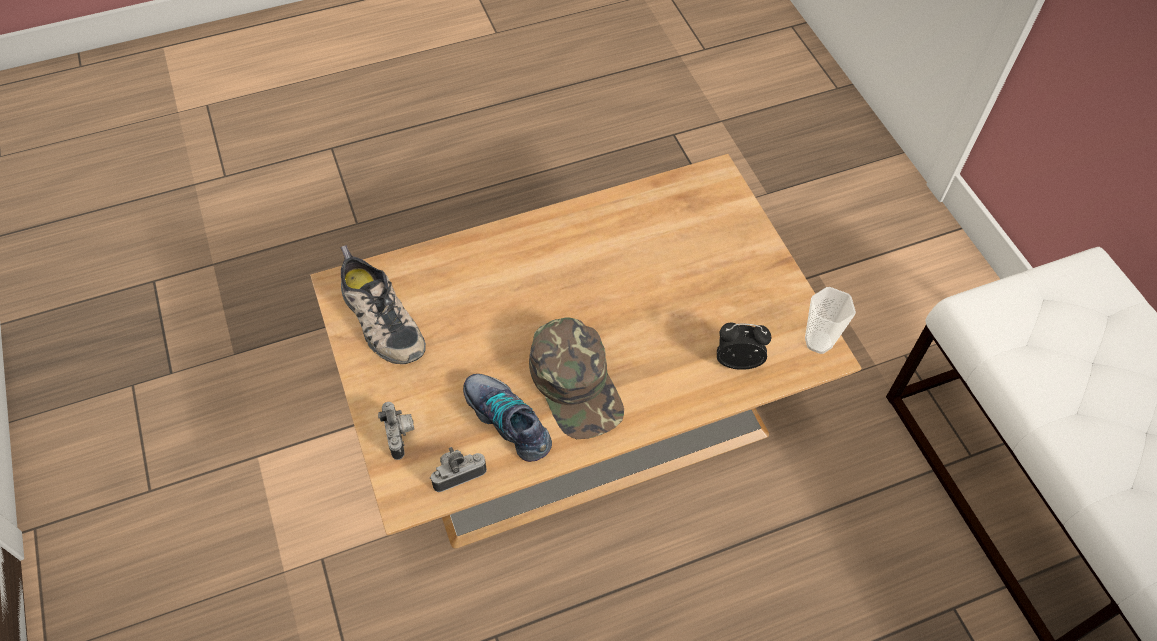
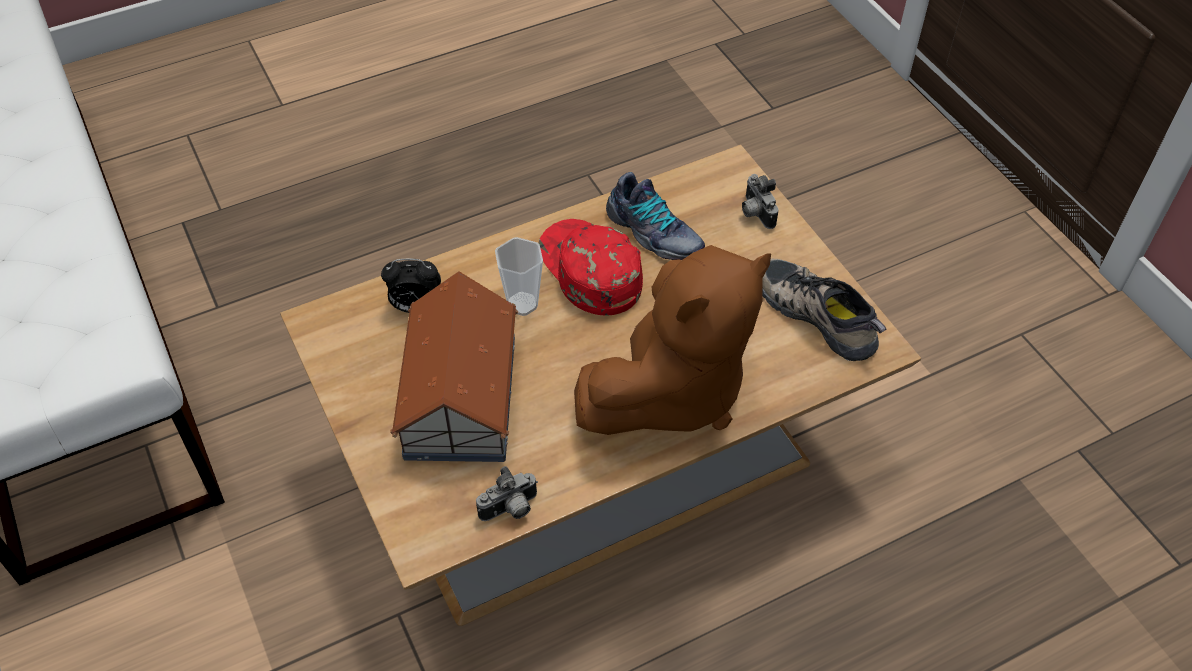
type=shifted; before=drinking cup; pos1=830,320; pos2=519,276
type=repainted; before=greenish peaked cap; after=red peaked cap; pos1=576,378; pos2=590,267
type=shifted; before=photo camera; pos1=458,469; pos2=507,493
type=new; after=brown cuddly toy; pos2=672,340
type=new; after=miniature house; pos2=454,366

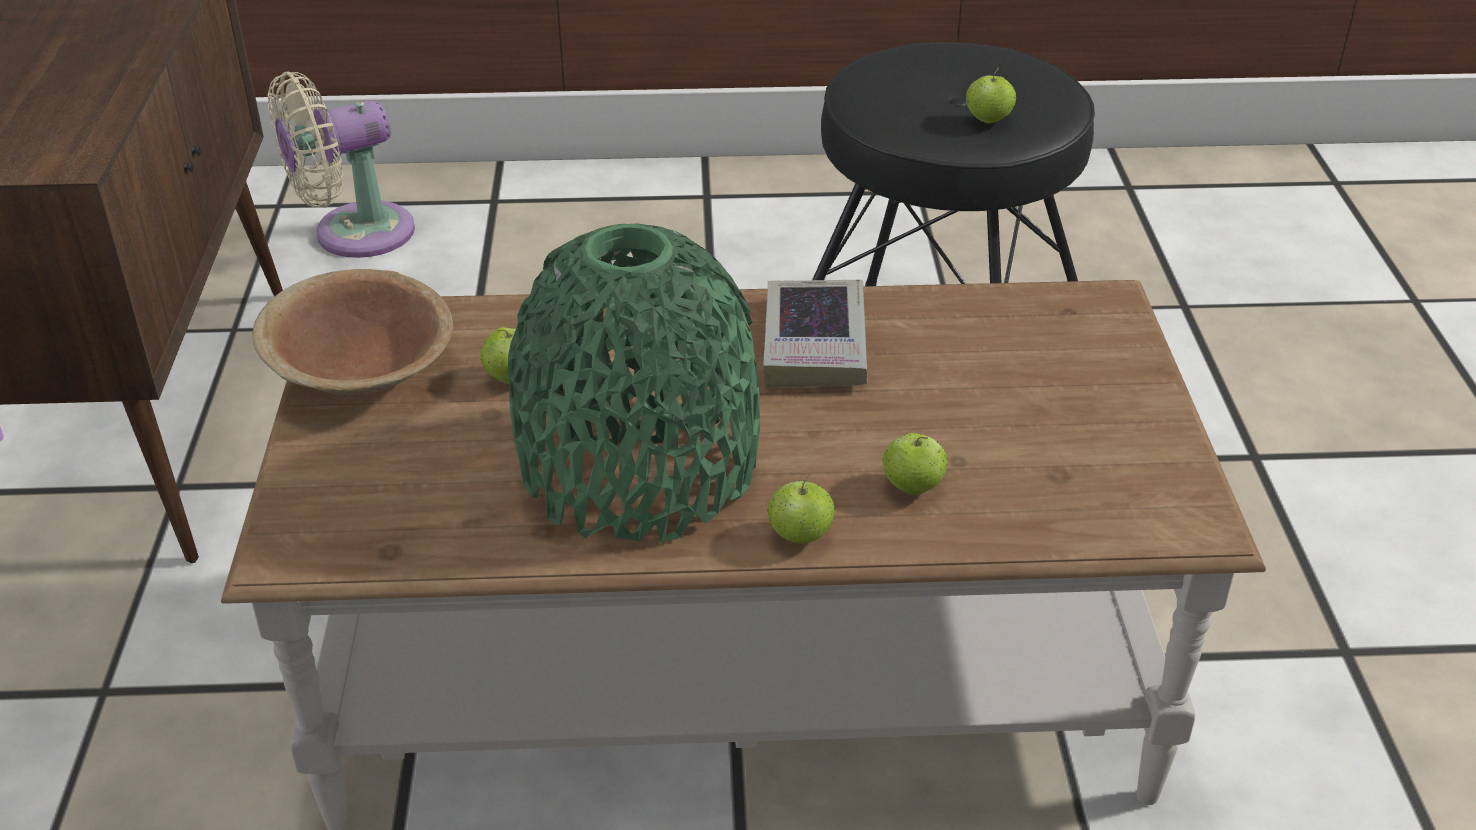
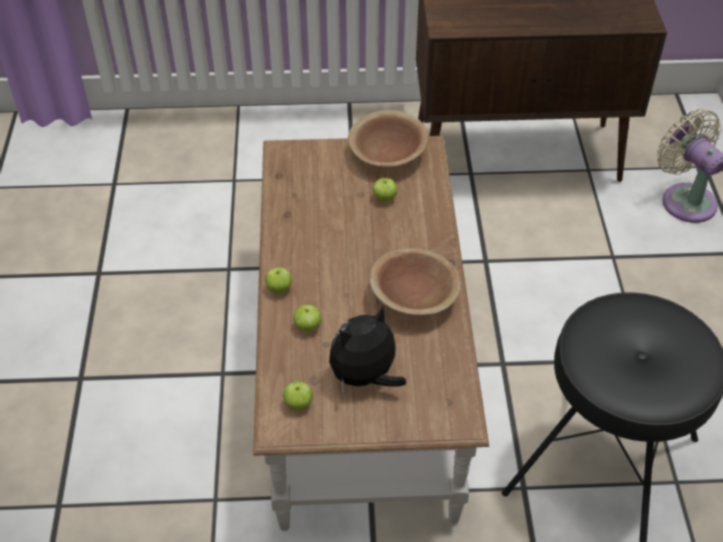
type=shifted; before=apple; pos1=990,95; pos2=298,395
type=gone; before=greenish vase; pos1=634,383
type=swapped; before=volume; after=brown bowl; pos1=815,333; pos2=415,281
type=new; after=cuddly toy; pos2=367,350

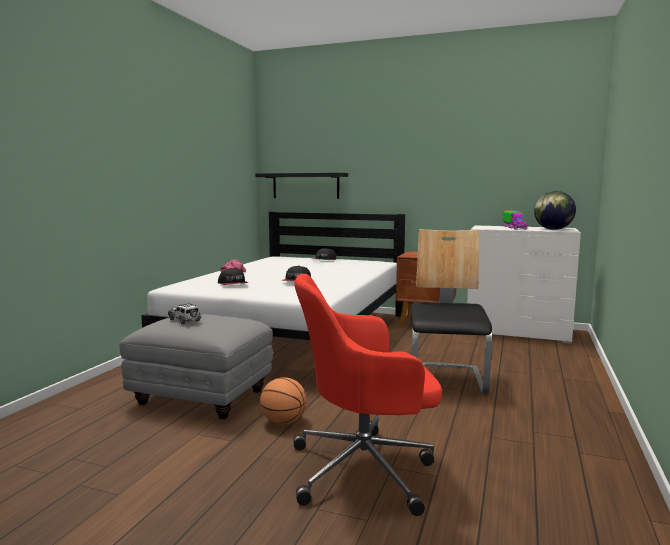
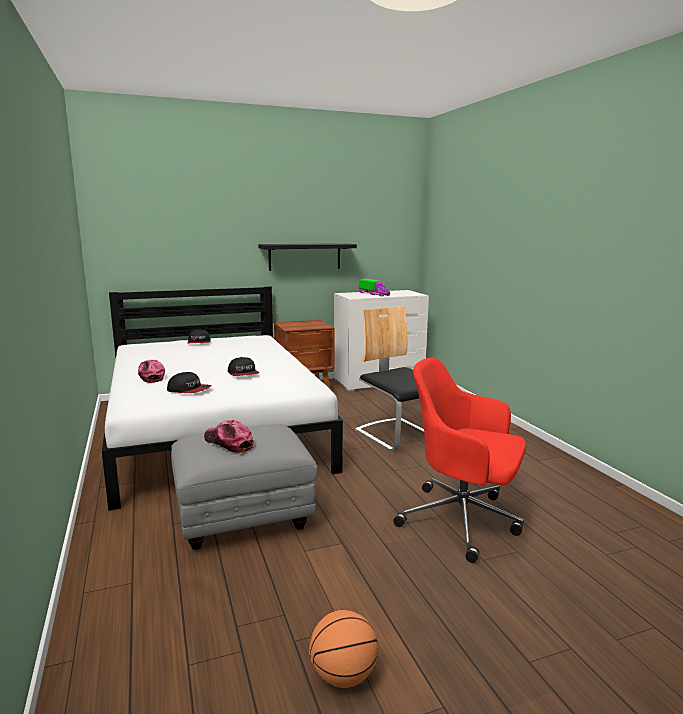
type=shifted; before=blackish wall shelf; pos1=301,186; pos2=307,257
type=gone; before=world globe; pos1=555,210
type=rotated; before=red desk chair; pos1=367,395; pos2=460,460; turn=75
type=swapped; before=toy car; after=peaked cap; pos1=184,313; pos2=228,436
type=shifted; before=basketball ball; pos1=283,400; pos2=343,649

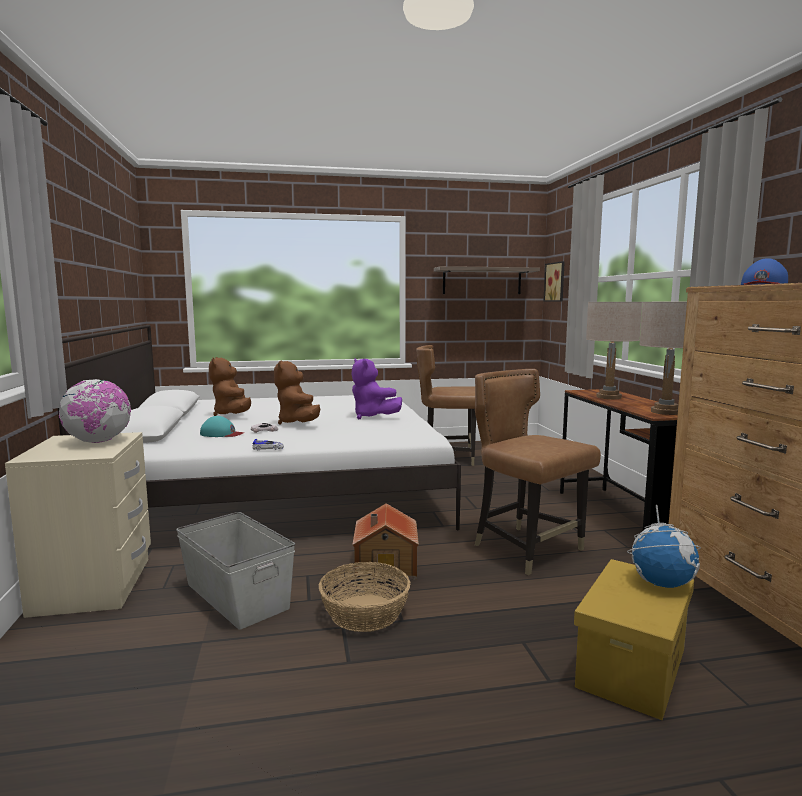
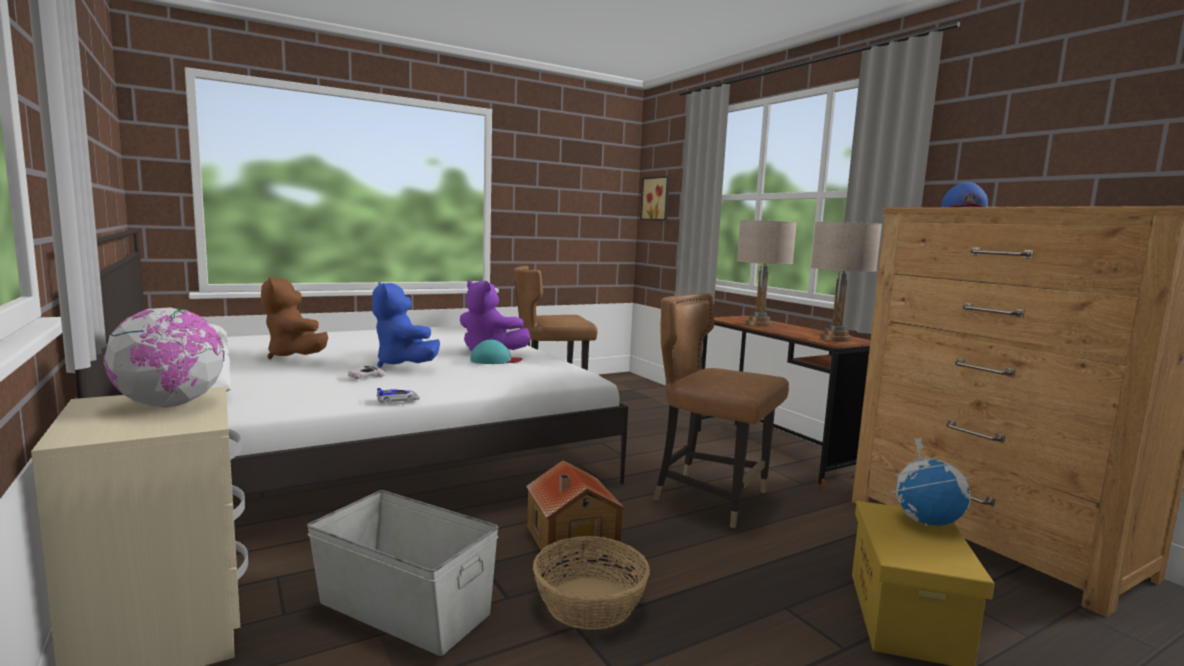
type=gone; before=wall shelf; pos1=487,280
type=repainted; before=brown cuddly toy; after=blue cuddly toy; pos1=297,393; pos2=406,325
type=shifted; before=turquoise peaked cap; pos1=222,426; pos2=496,352

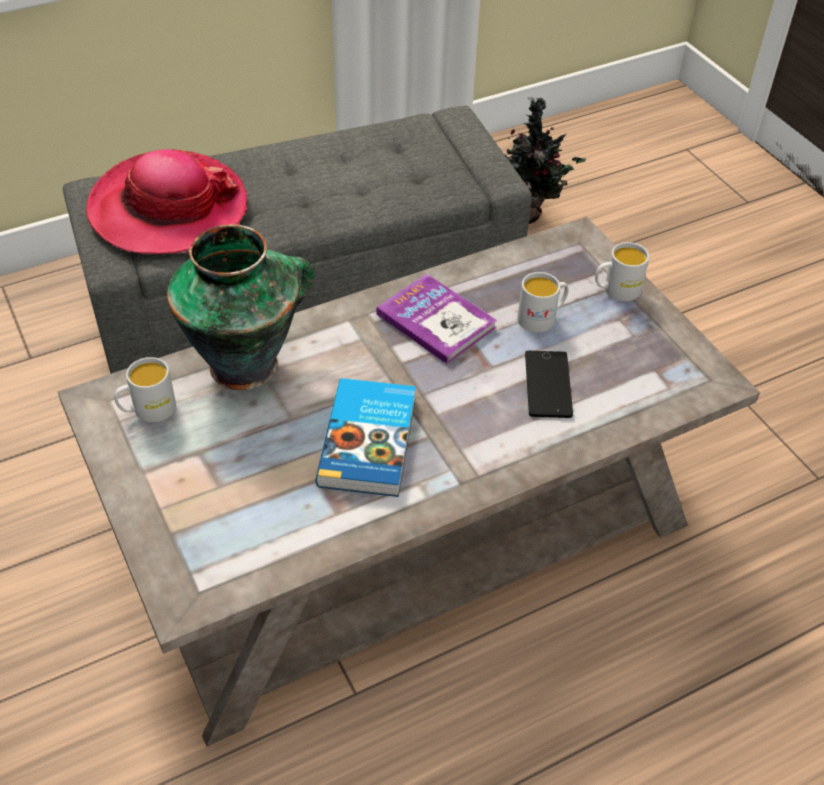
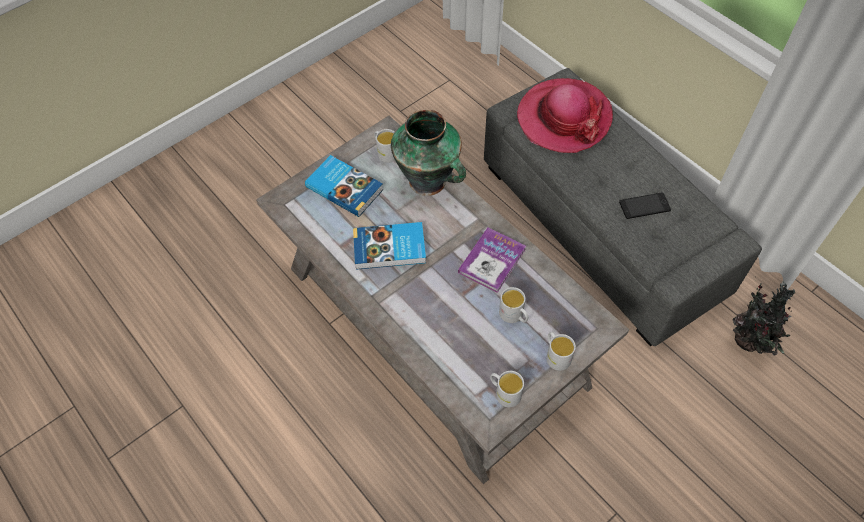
type=shifted; before=telephone; pos1=549,384; pos2=645,205
type=new; after=volume; pos2=344,186
type=new; after=white-coloured coffee mug; pos2=507,389

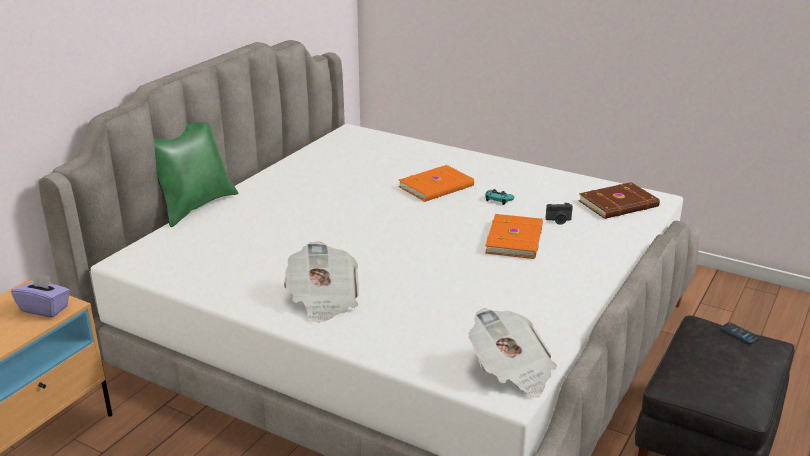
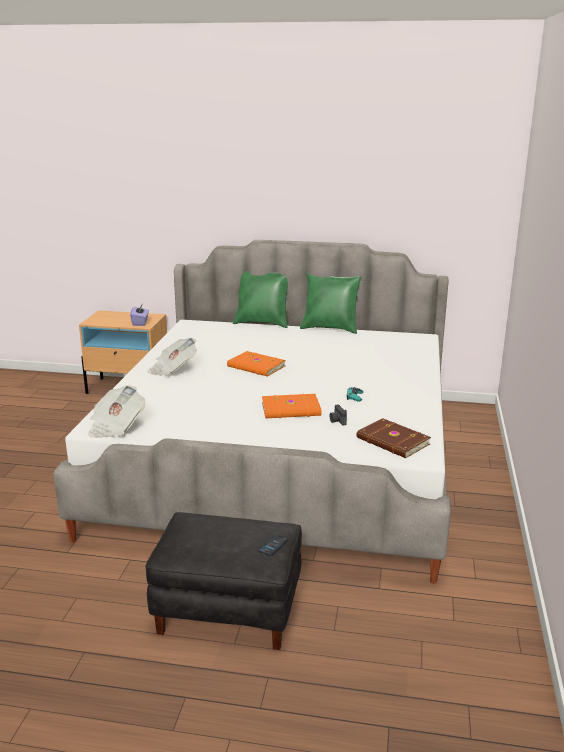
type=shifted; before=orange volume; pos1=436,183; pos2=256,364
type=new; after=greenish pillow; pos2=330,303

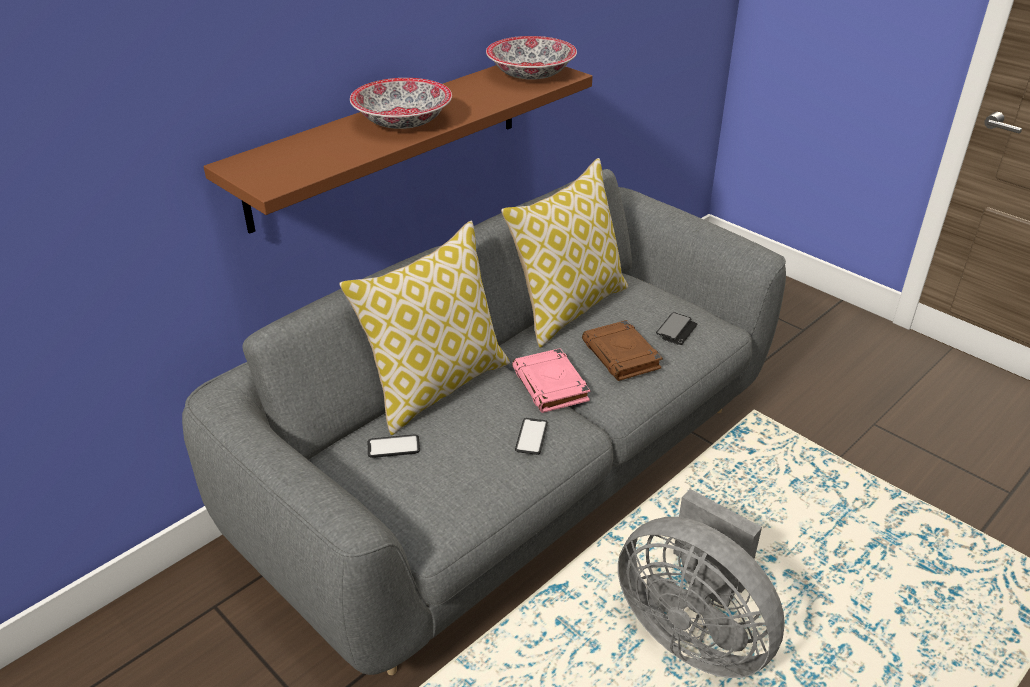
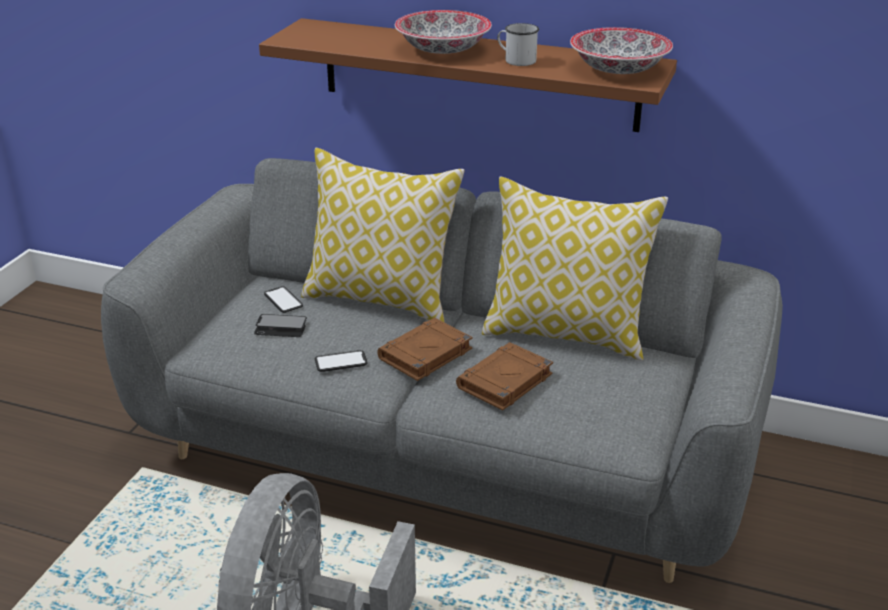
type=shifted; before=telephone; pos1=677,328; pos2=280,325
type=repainted; before=pinkish volume; after=brown volume; pos1=551,380; pos2=424,349
type=new; after=white-coloured coffee mug; pos2=518,44

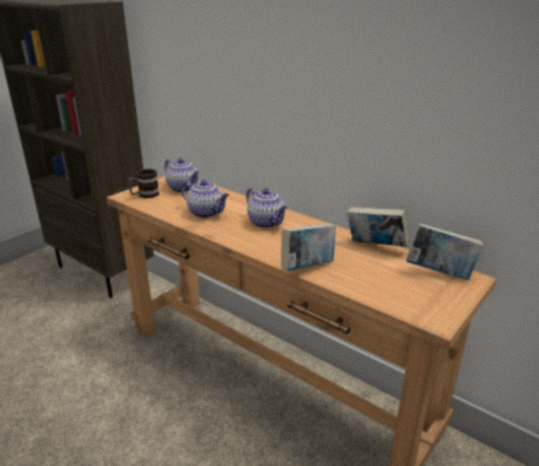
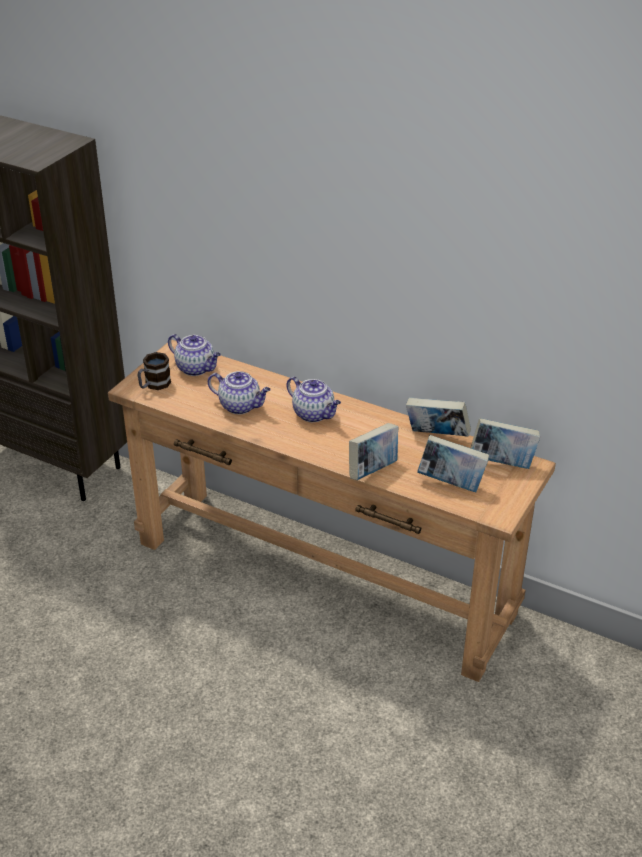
type=new; after=volume; pos2=453,463

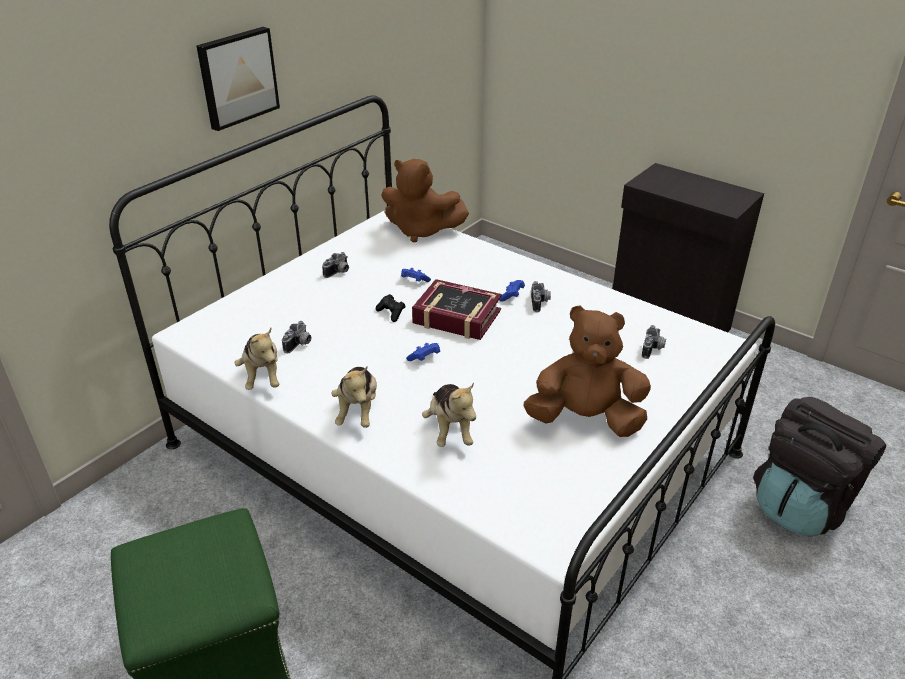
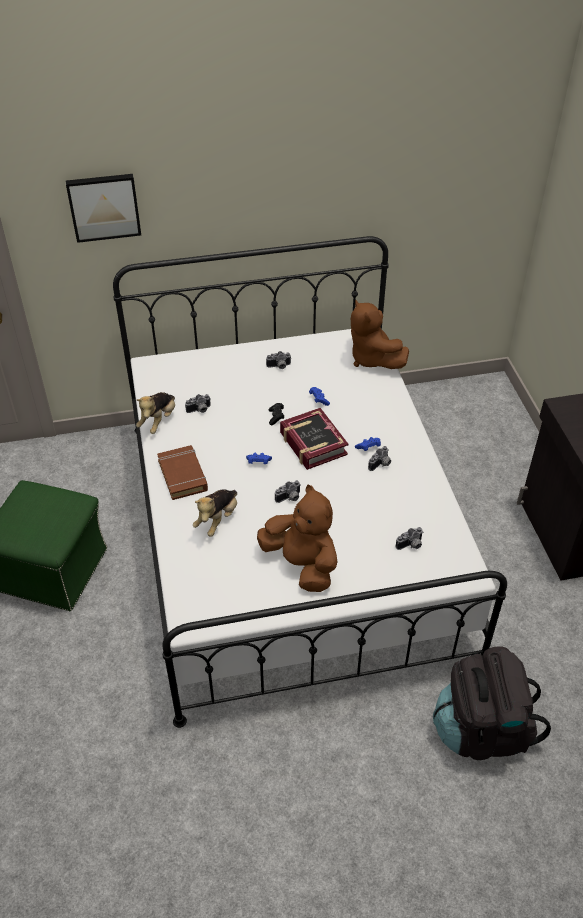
type=shifted; before=wall picture; pos1=238,79; pos2=103,208
type=swapped; before=cuddly toy; after=brown volume; pos1=354,397; pos2=182,472
type=new; after=photo camera; pos2=288,491

